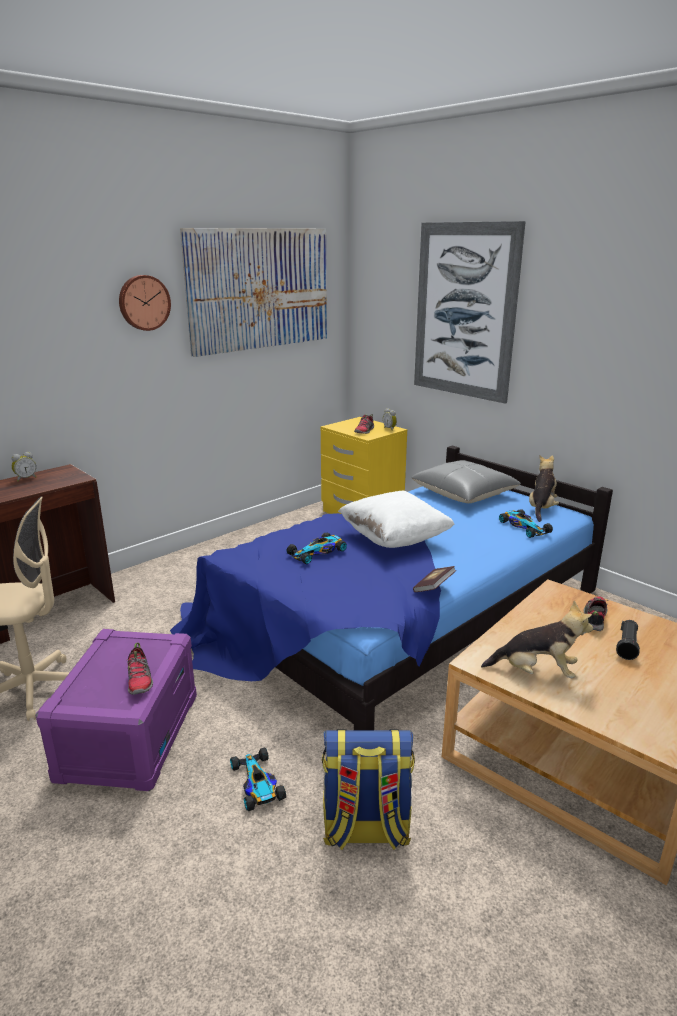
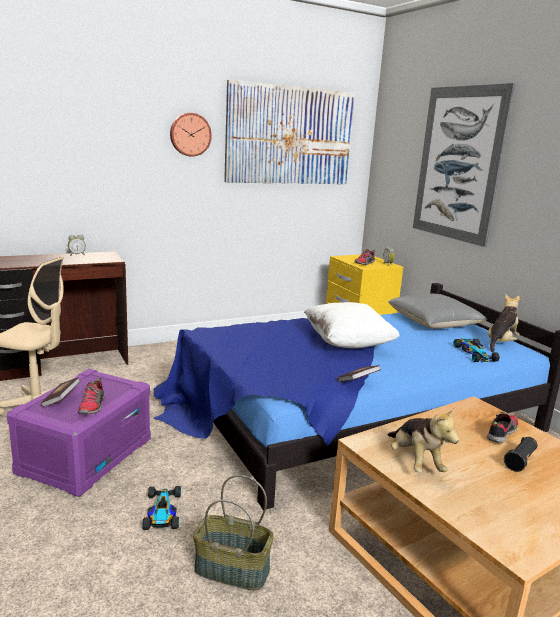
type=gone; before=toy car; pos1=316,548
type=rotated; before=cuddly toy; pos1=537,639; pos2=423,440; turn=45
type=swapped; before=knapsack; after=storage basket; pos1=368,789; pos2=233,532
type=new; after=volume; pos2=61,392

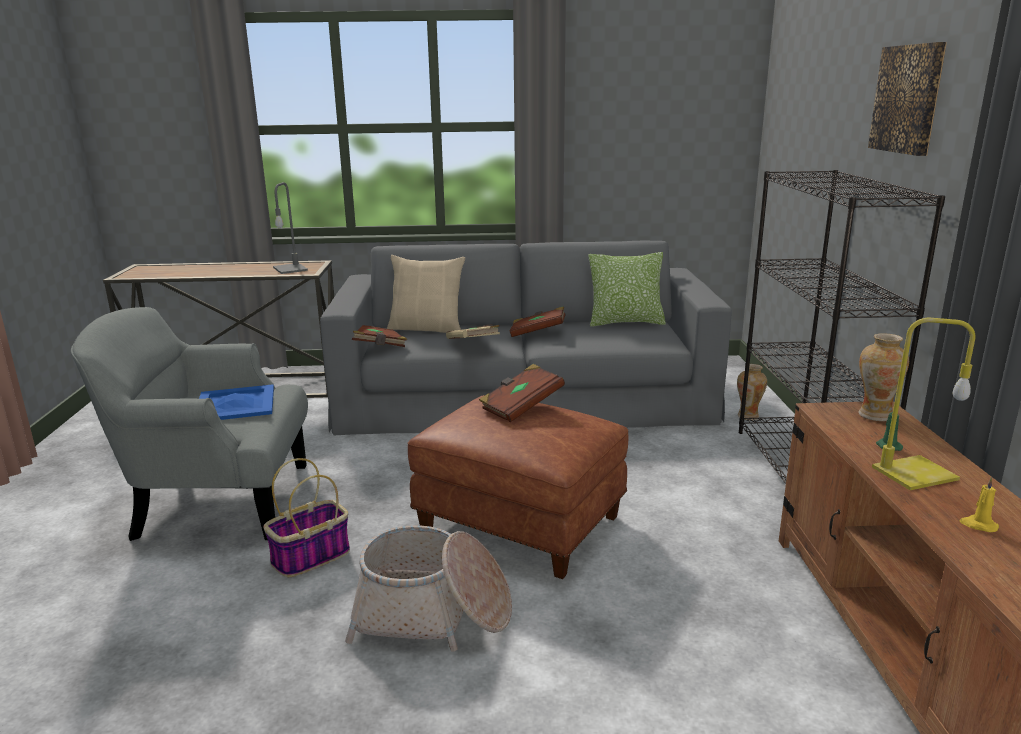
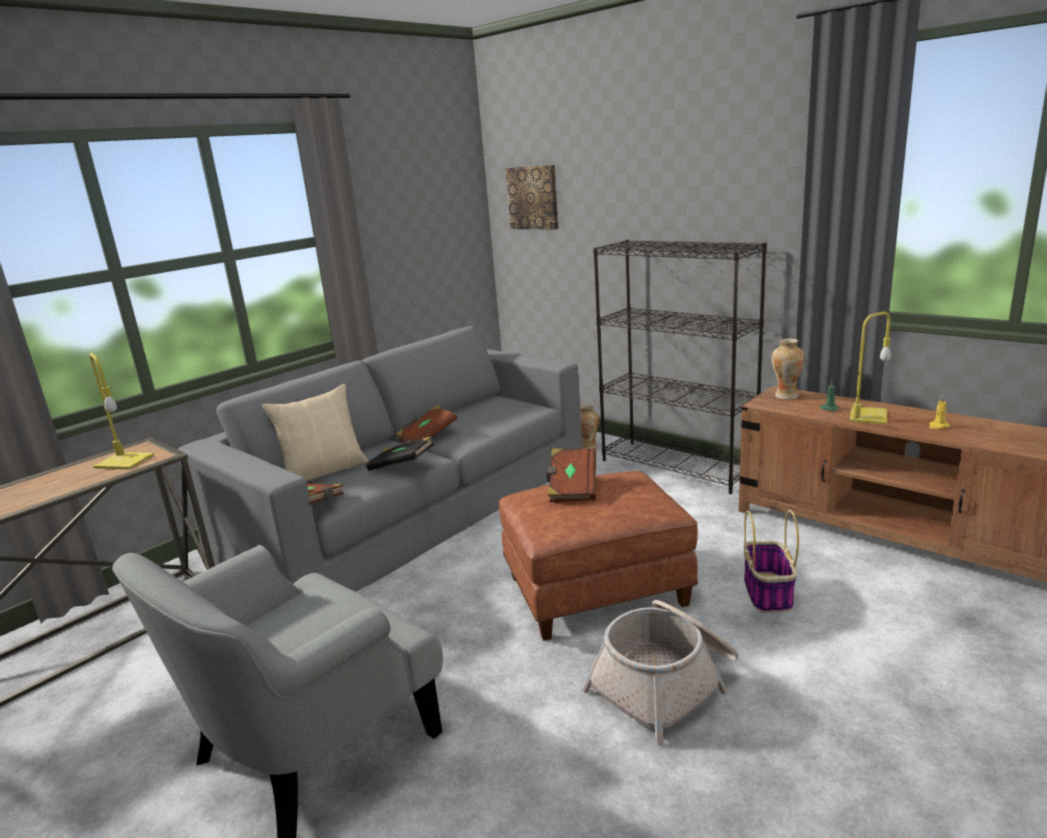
type=shifted; before=wall picture; pos1=907,99; pos2=532,197
type=repainted; before=gray tabletop lamp; after=yellow-coloured tabletop lamp; pos1=290,228; pos2=122,411
type=gone; before=pillow; pos1=627,289
type=repainted; before=beige-coloured volume; after=blackish volume; pos1=473,331; pos2=400,453
type=gone; before=blue serving tray; pos1=236,402
type=shifted; before=storage basket; pos1=306,517; pos2=771,561

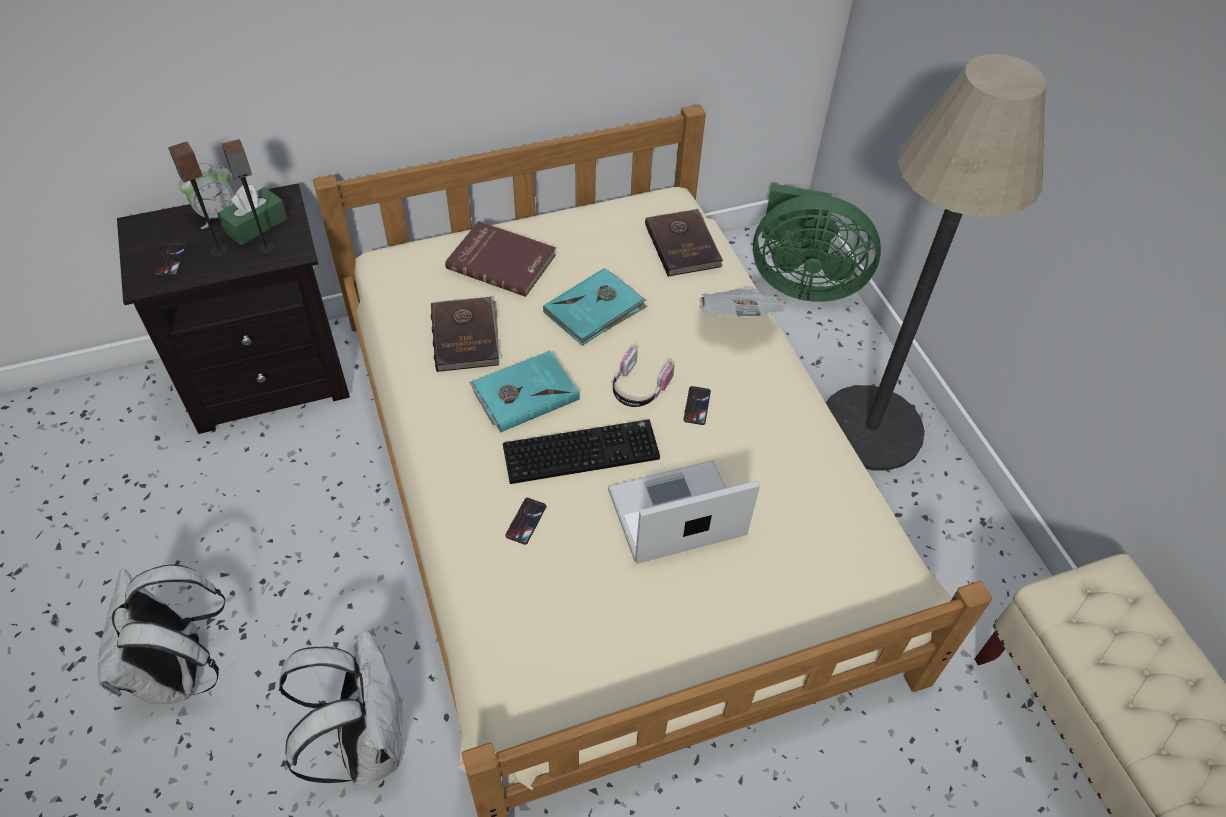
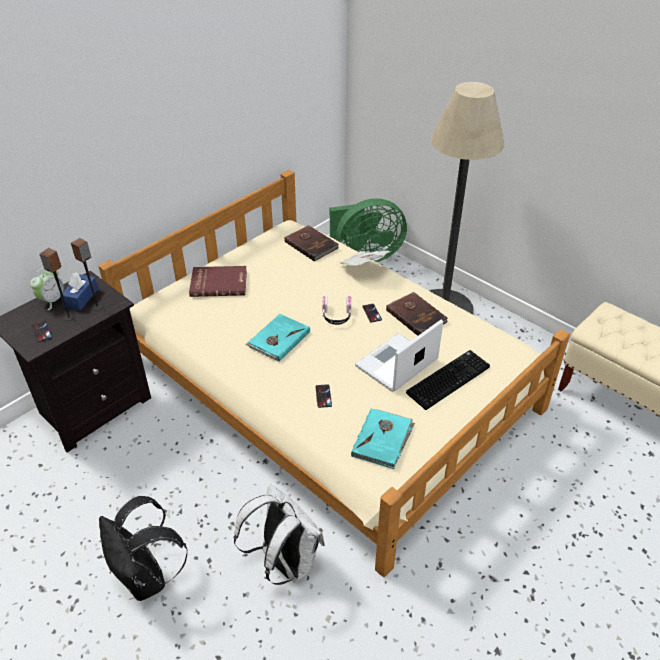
type=repainted; before=greenish tissue holder; after=blue tissue holder; pos1=252,215; pos2=79,291
type=shifted; before=turquoise volume; pos1=595,307; pos2=383,438
type=shifted; before=brown volume; pos1=465,334; pos2=417,313
type=shifted; before=PC keyboard; pos1=581,451; pos2=448,380
type=repainted; before=white-coloured knapsack; after=blackish knapsack; pos1=161,634; pos2=143,548

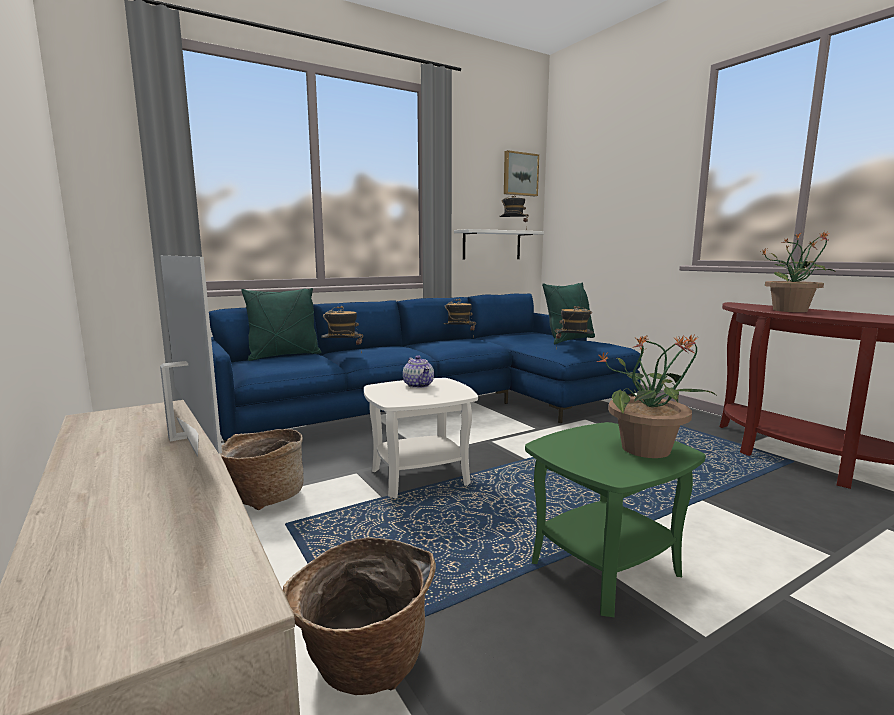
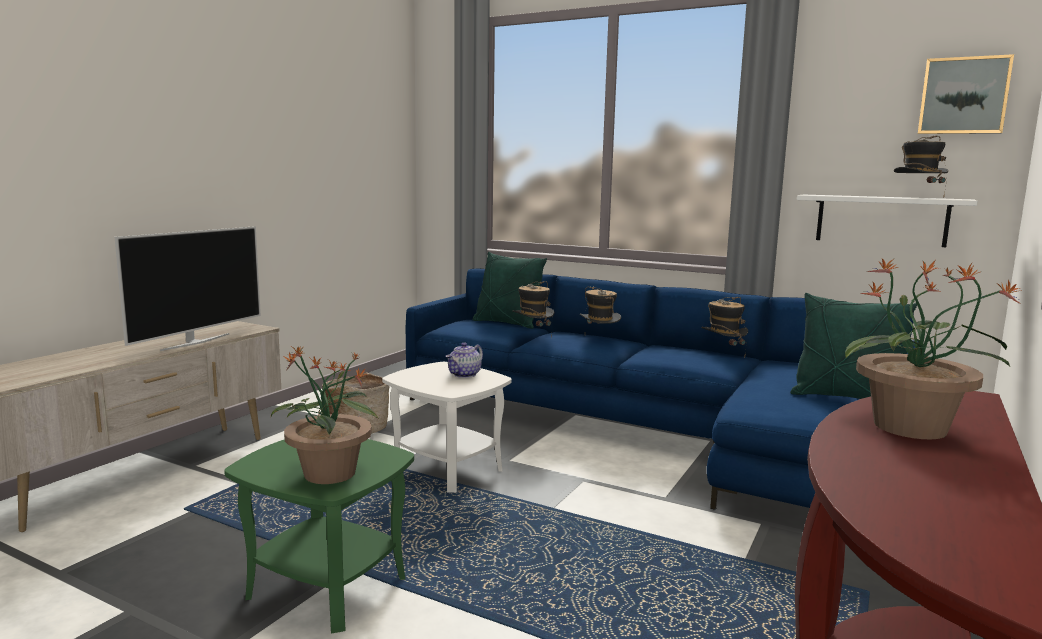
type=shifted; before=wearable hat; pos1=574,327; pos2=600,305
type=gone; before=storage basket; pos1=359,616

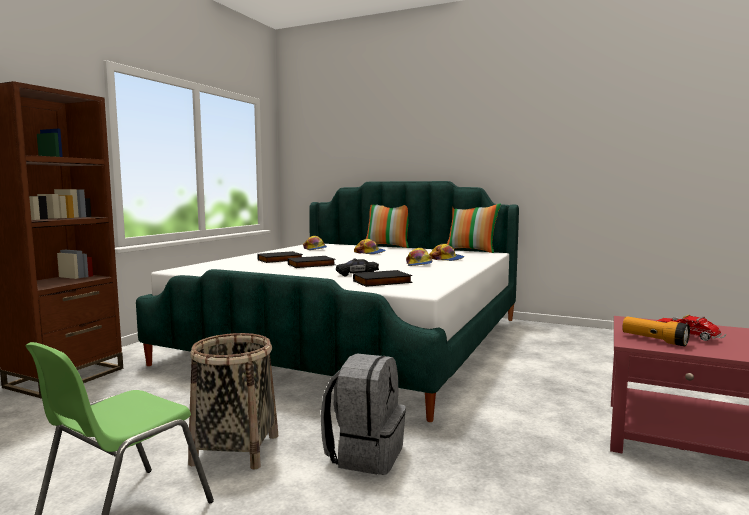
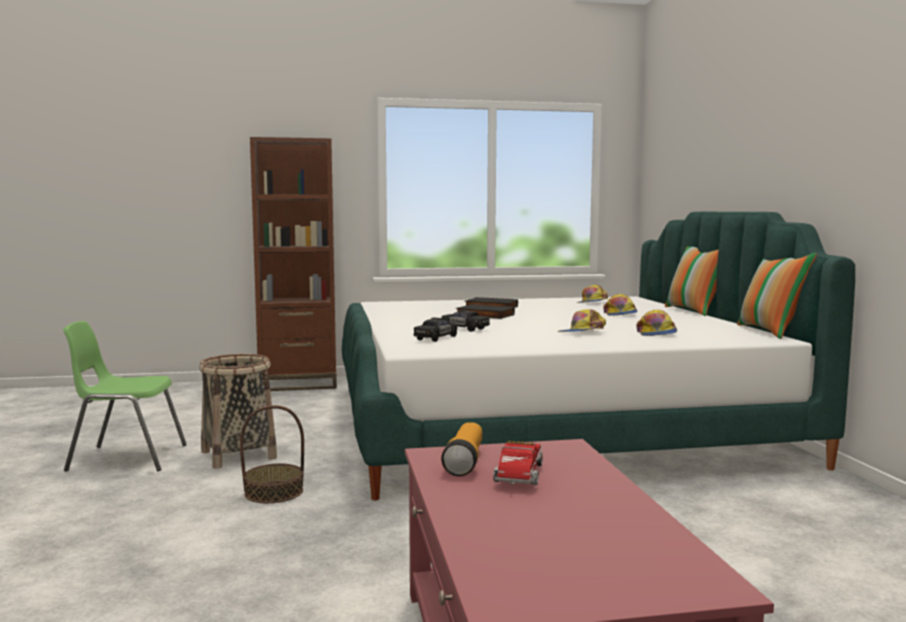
type=swapped; before=blackish volume; after=blackish toy car; pos1=383,278; pos2=435,329
type=swapped; before=gray knapsack; after=storage basket; pos1=363,414; pos2=272,454

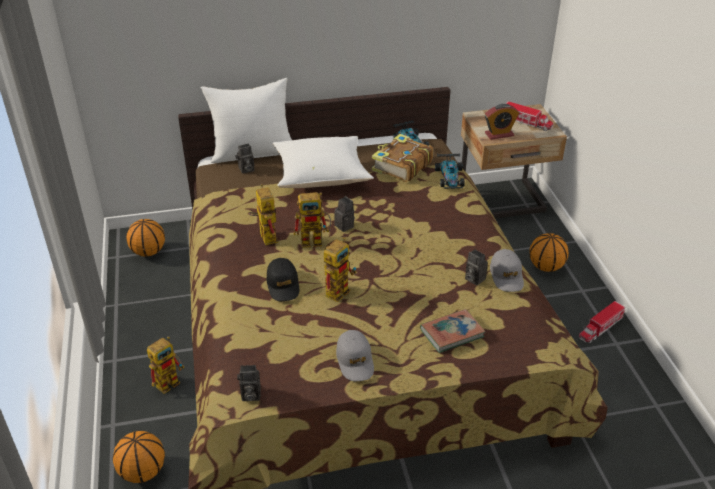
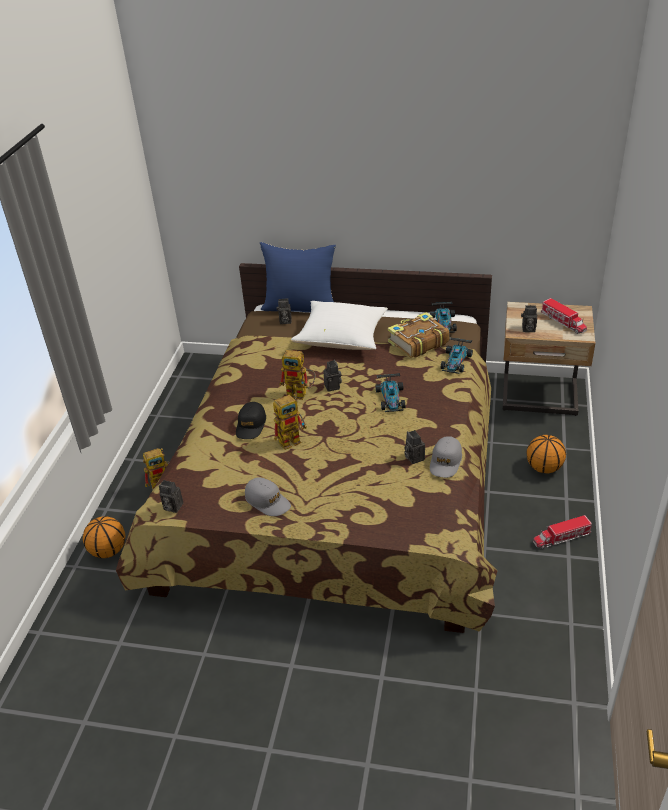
type=repainted; before=white-coloured pillow; after=blue pillow; pos1=246,120; pos2=298,277
type=swapped; before=table clock; after=photo camera; pos1=502,122; pos2=529,318
type=gone; before=toy robot; pos1=263,214
type=gone; before=basketball ball; pos1=145,238
type=gone; before=volume; pos1=452,331
type=rotated; before=gray peaked cap; pos1=355,356; pos2=268,496; turn=-60
type=new; after=toy car; pos2=390,392

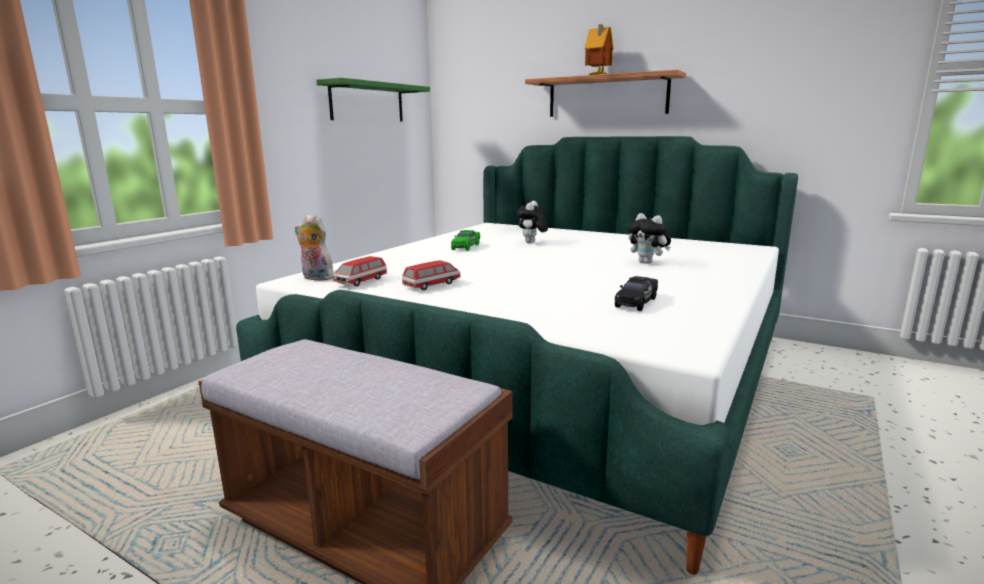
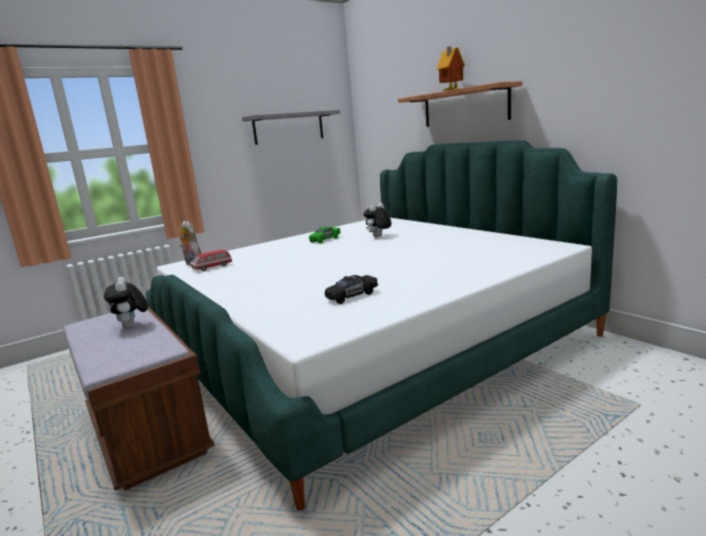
type=repainted; before=greenish wall shelf; after=gray wall shelf; pos1=373,99; pos2=291,127
type=shifted; before=cuddly toy; pos1=649,238; pos2=126,303
type=gone; before=toy car; pos1=431,275

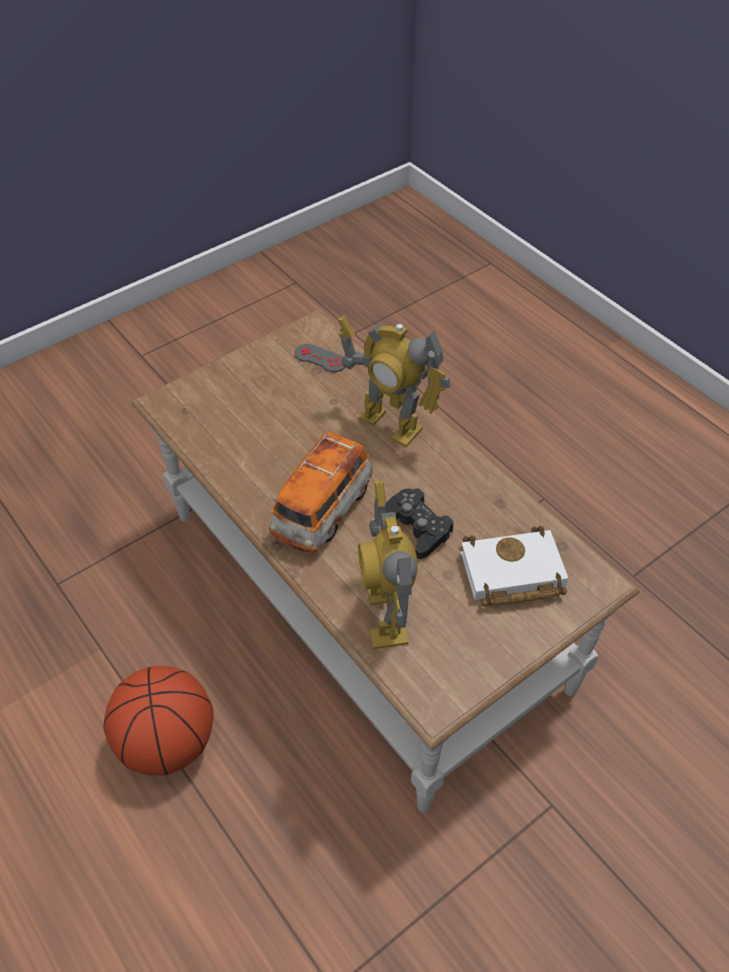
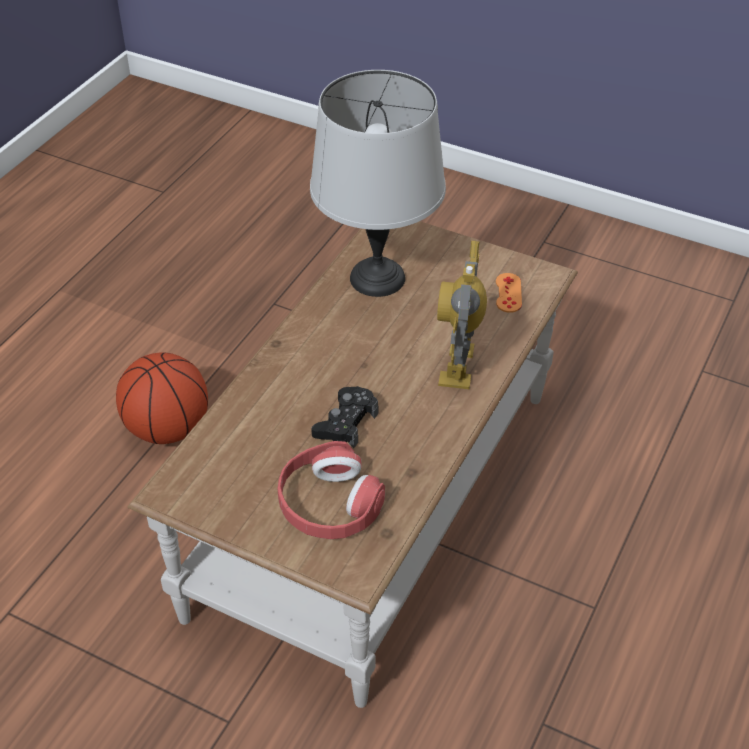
type=repainted; before=gray joypad; after=orange joypad; pos1=319,358; pos2=509,293
type=gone; before=toy car; pos1=321,492
type=gone; before=toy robot; pos1=388,564
type=swapped; before=white-coloured volume; after=red headphones; pos1=514,566; pos2=331,490
type=new; after=gray tabletop lamp; pos2=378,183

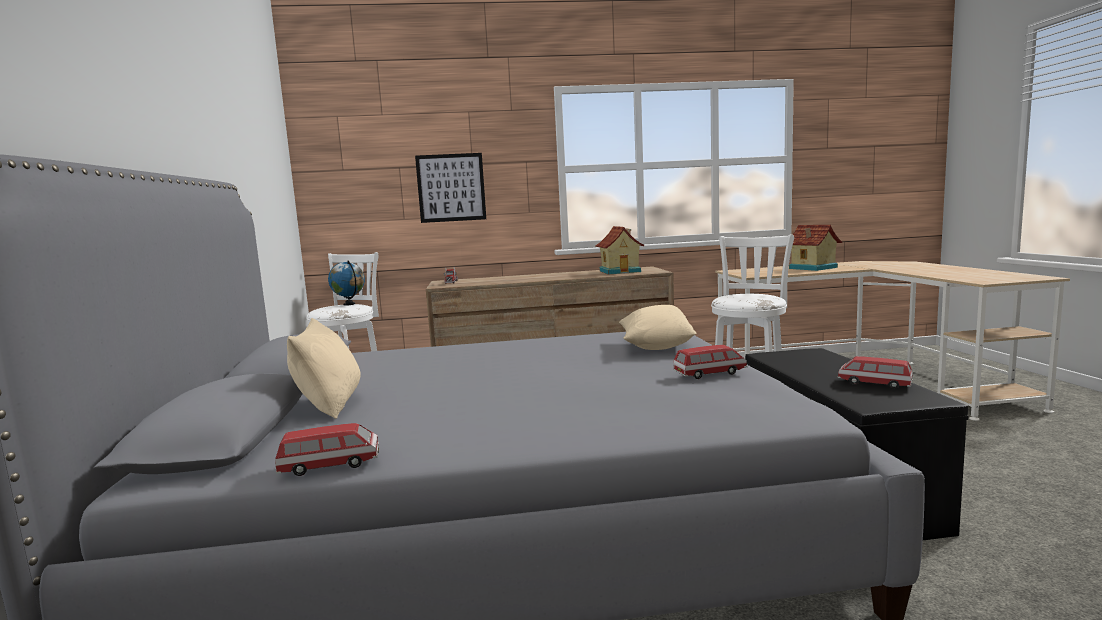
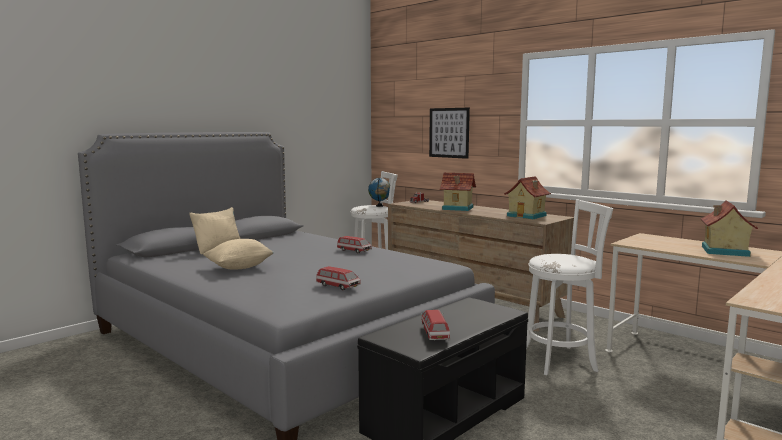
type=shifted; before=beige-coloured pillow; pos1=658,327; pos2=238,254
type=shifted; before=toy car; pos1=327,449; pos2=354,245
type=new; after=miniature house; pos2=458,192

